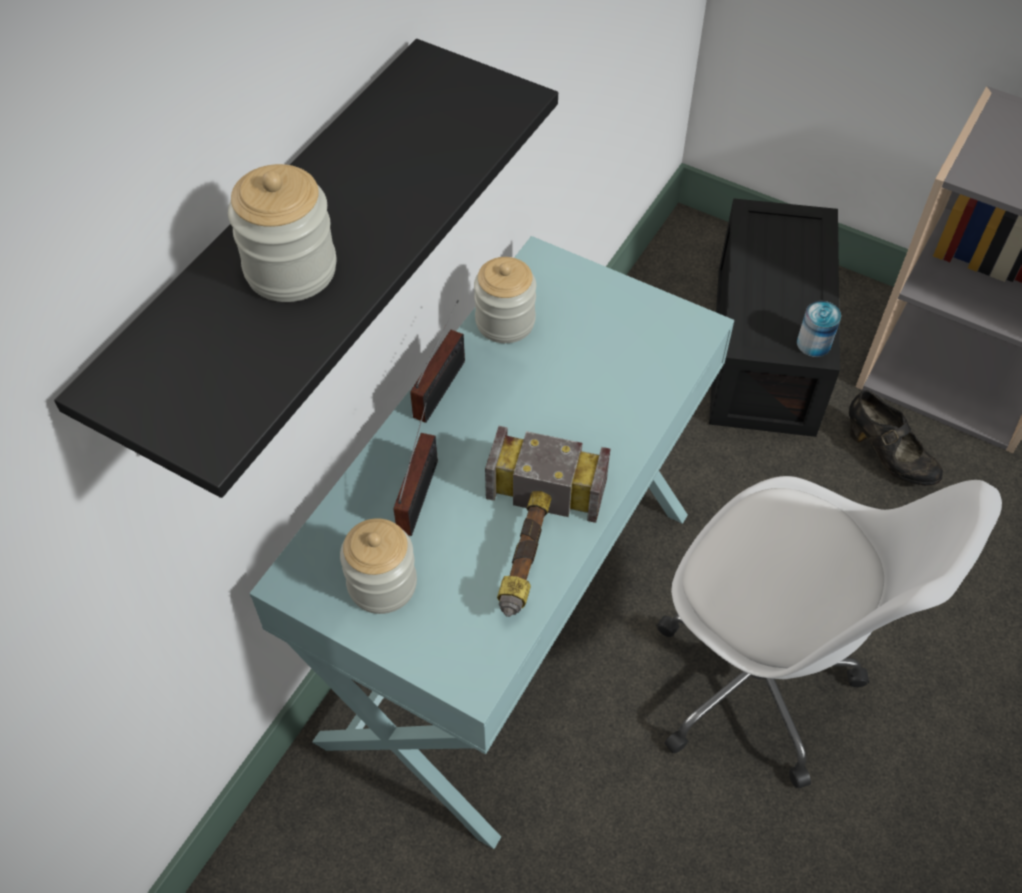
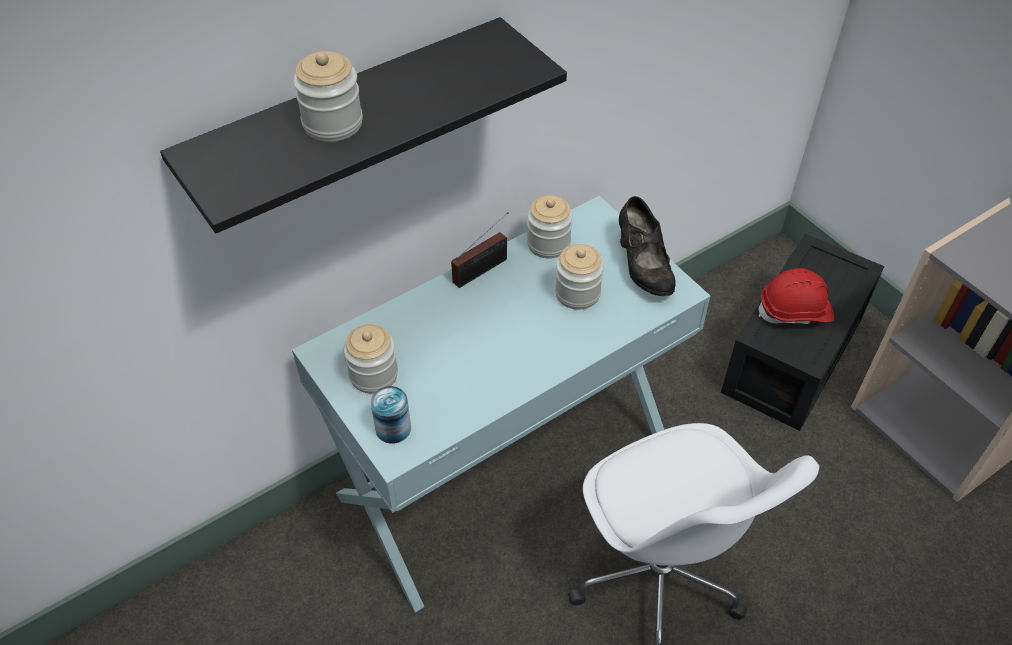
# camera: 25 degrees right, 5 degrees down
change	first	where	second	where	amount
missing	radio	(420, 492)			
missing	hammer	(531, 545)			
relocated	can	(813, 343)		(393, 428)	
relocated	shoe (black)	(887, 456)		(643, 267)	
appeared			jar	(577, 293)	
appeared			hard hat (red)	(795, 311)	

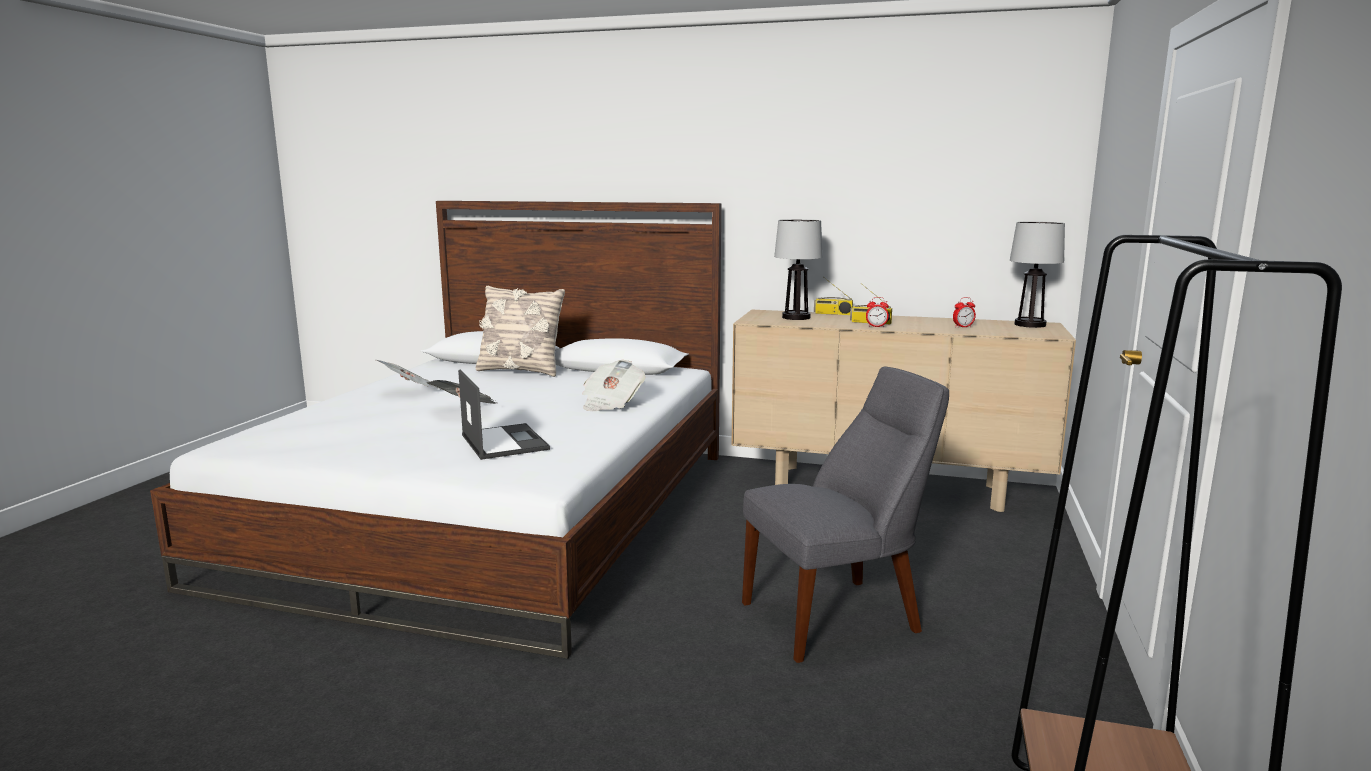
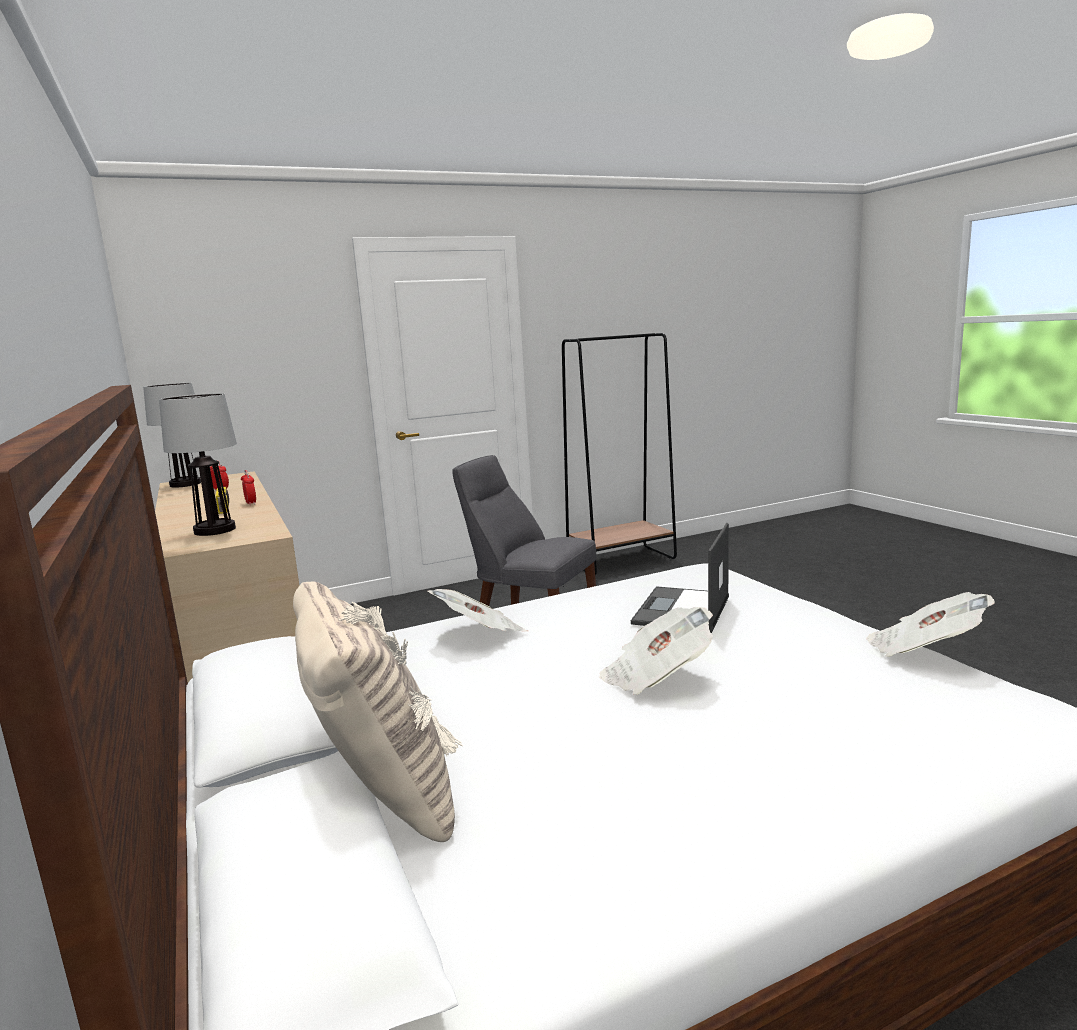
# camera: 130 degrees left, 0 degrees up
change	first	where	second	where	amount
relocated	newspaper	(412, 391)		(923, 650)	
missing	radio	(832, 313)			

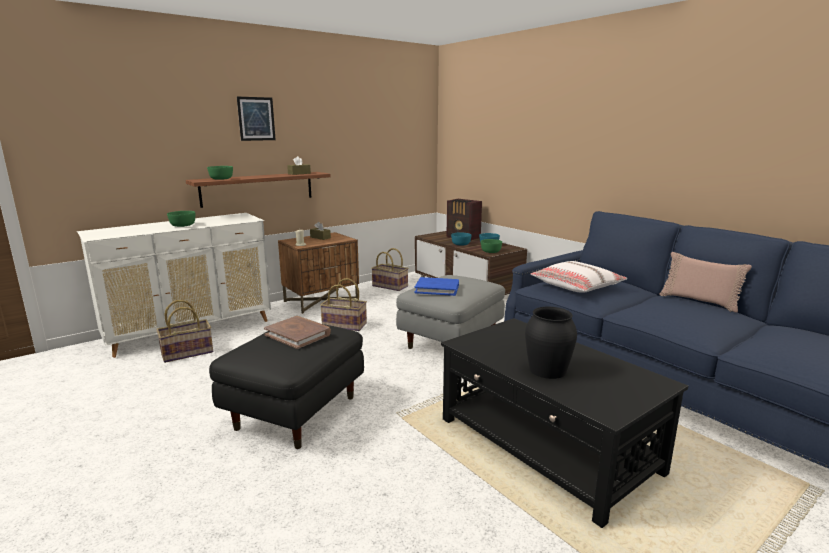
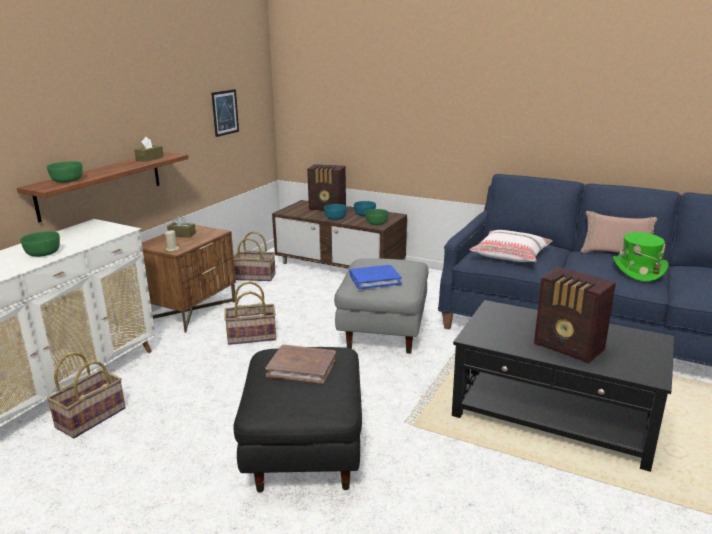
# camera: 25 degrees left, 5 degrees up
change	first	where	second	where	amount
relocated	picture	(256, 119)		(225, 112)	
exchanged	vase (black)	(548, 370)	radio	(569, 348)	
appeared			hat (green)	(638, 270)	

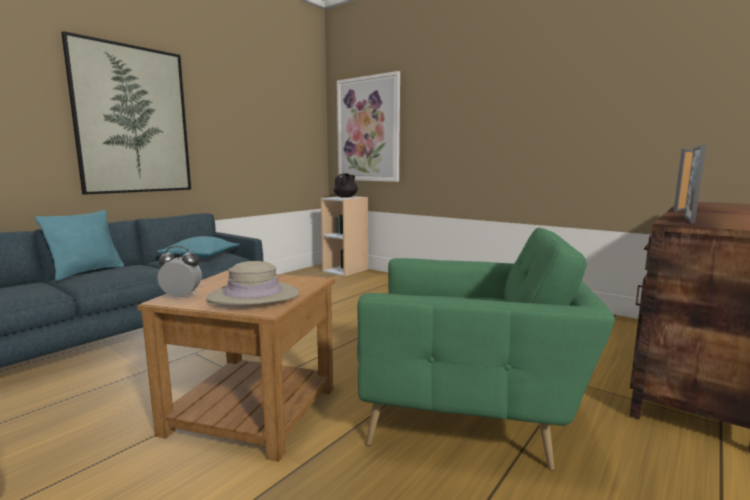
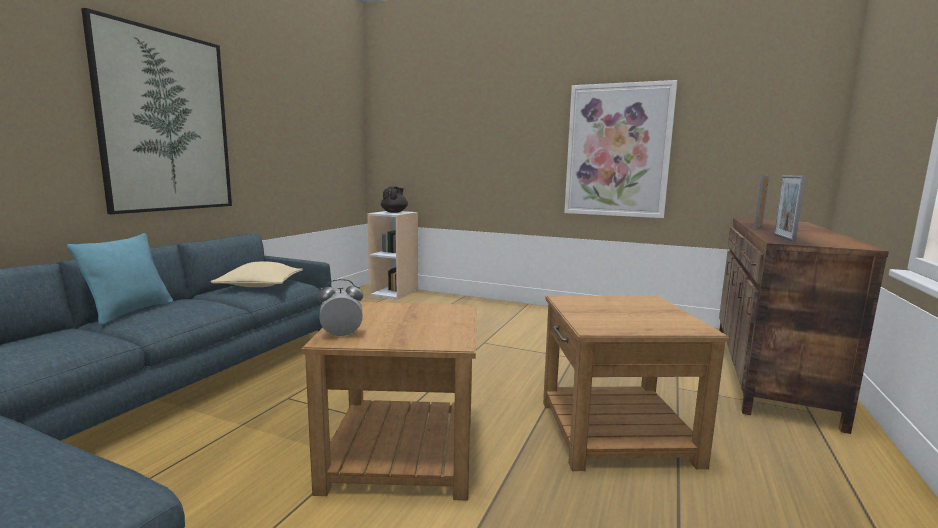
# camera: 15 degrees left, 0 degrees up
change	first	where	second	where	amount
colour	pillow (turquoise)	(200, 256)	pillow (beige)	(260, 285)	
missing	hat (beige)	(253, 296)			
relocated	picture	(368, 129)		(617, 151)	
exchanged	armchair (green)	(468, 417)	side table (brown)	(615, 432)	

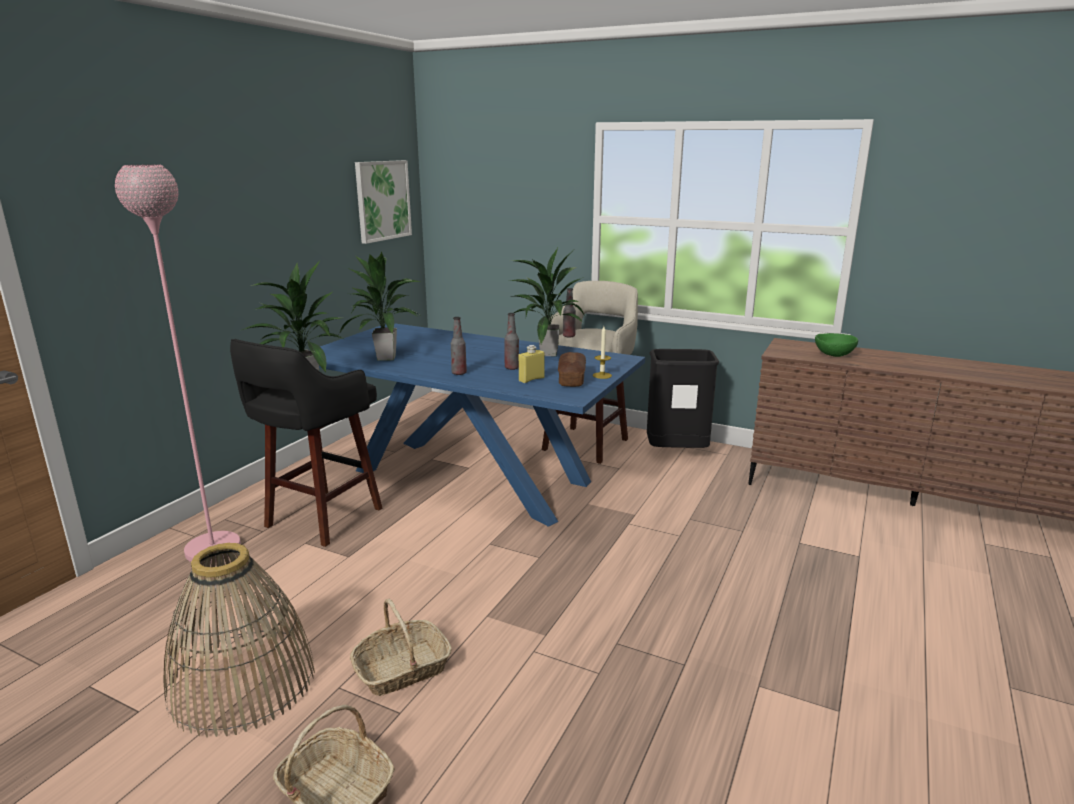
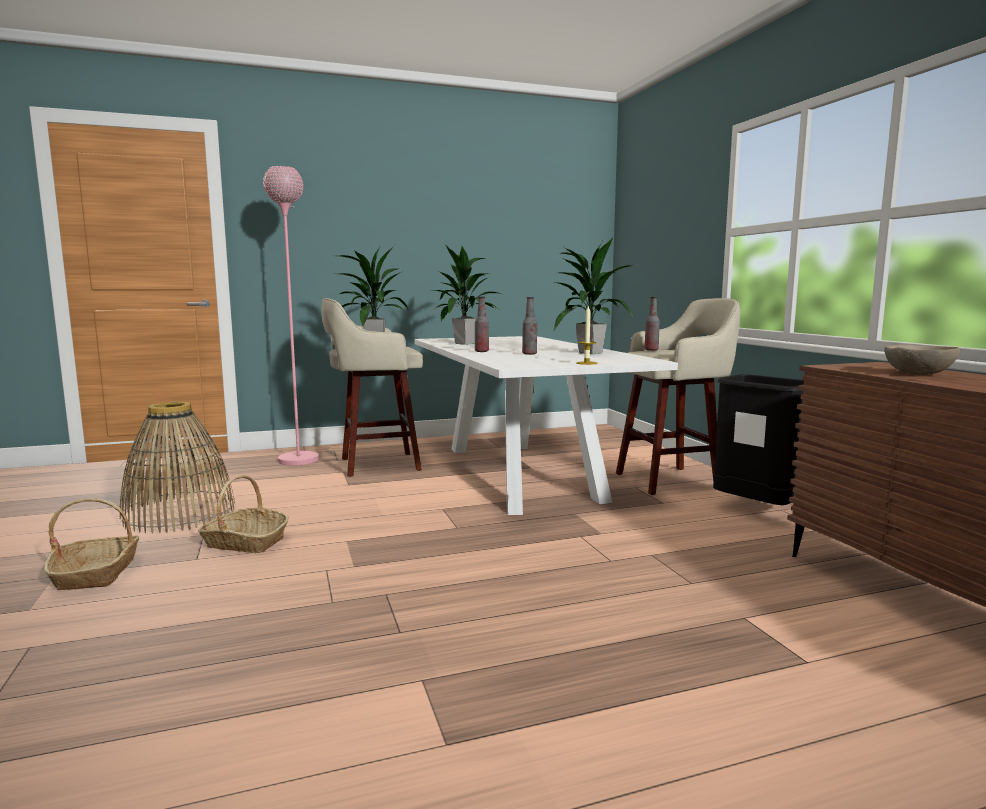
# camera: 45 degrees right, 10 degrees down
change	first	where	second	where	amount
colour	stool (black)	(320, 520)	stool (beige)	(375, 465)	
colour	dining table (blue)	(470, 477)	dining table (white)	(519, 472)	
missing	picture	(382, 200)			
missing	bottle (yellow)	(531, 379)			
missing	bread	(571, 379)			
colour	bowl (green)	(833, 355)	bowl (beige)	(917, 374)	

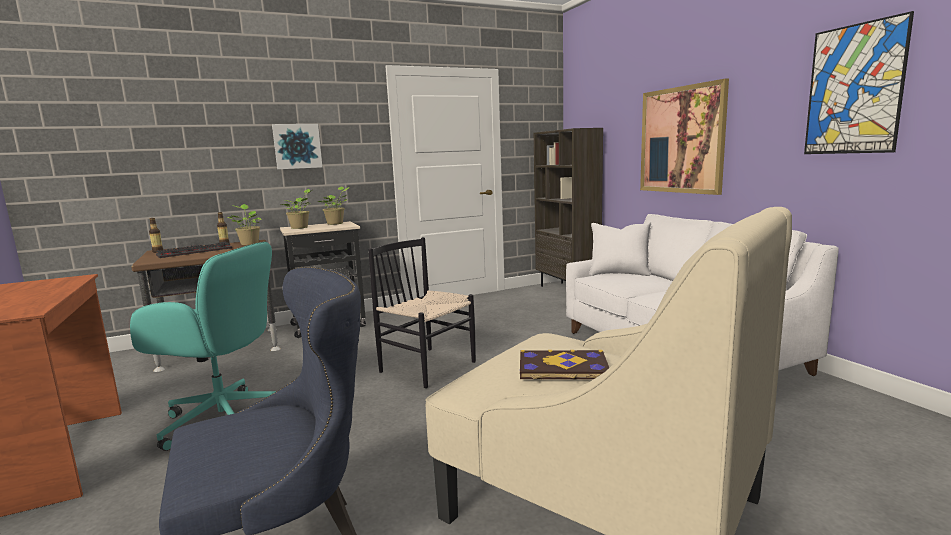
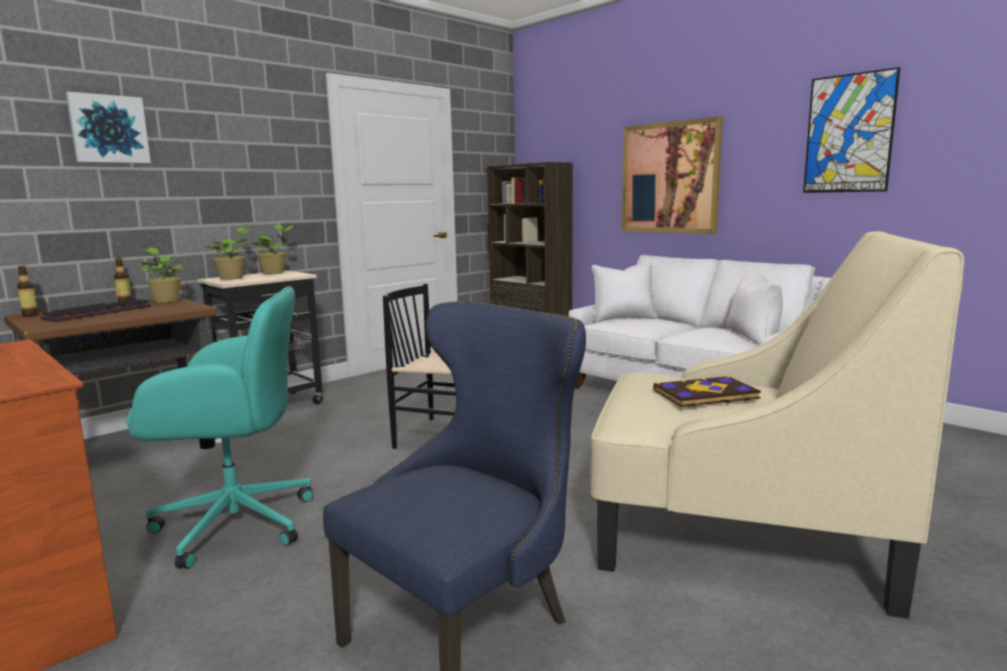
# camera: 20 degrees left, 0 degrees up
change	first	where	second	where	amount
relocated	picture	(297, 146)		(108, 129)	

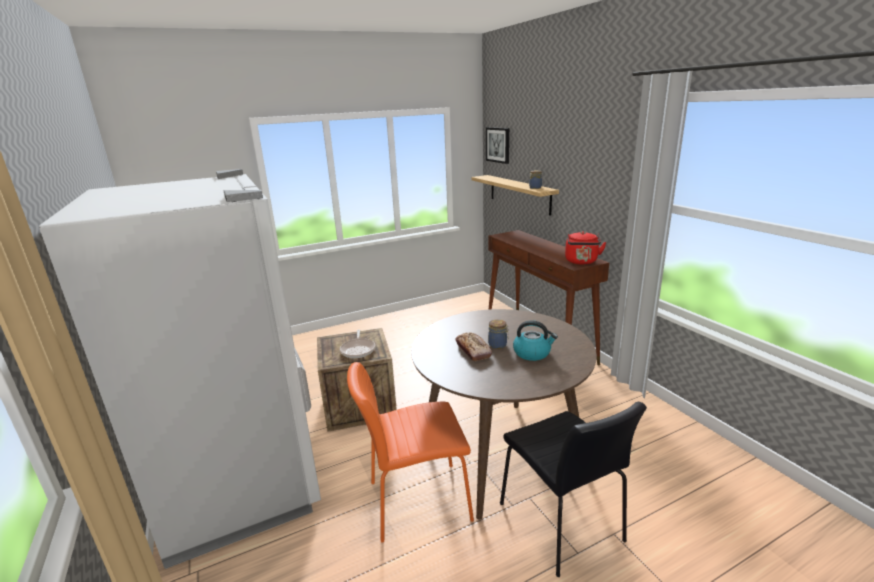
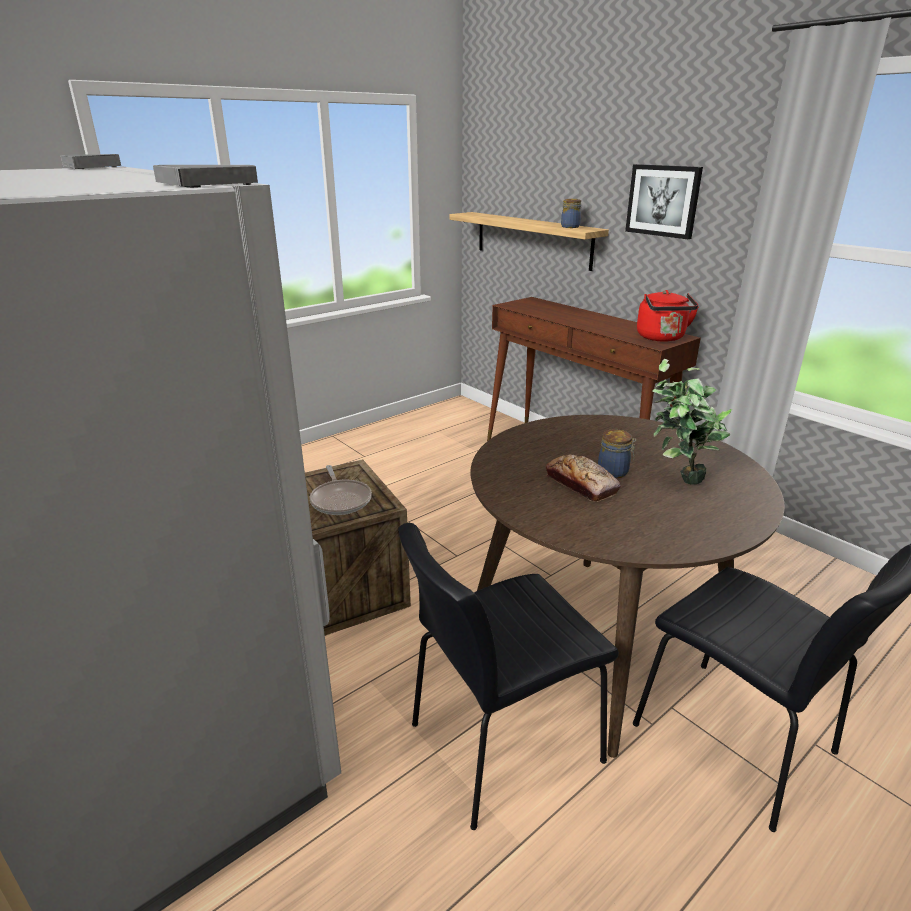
# camera: 15 degrees left, 5 degrees up
change	first	where	second	where	amount
colour	chair (orange)	(415, 501)	chair (black)	(499, 745)	
relocated	picture	(498, 145)		(663, 200)	
exchanged	kettle	(532, 353)	potted plant	(676, 480)	

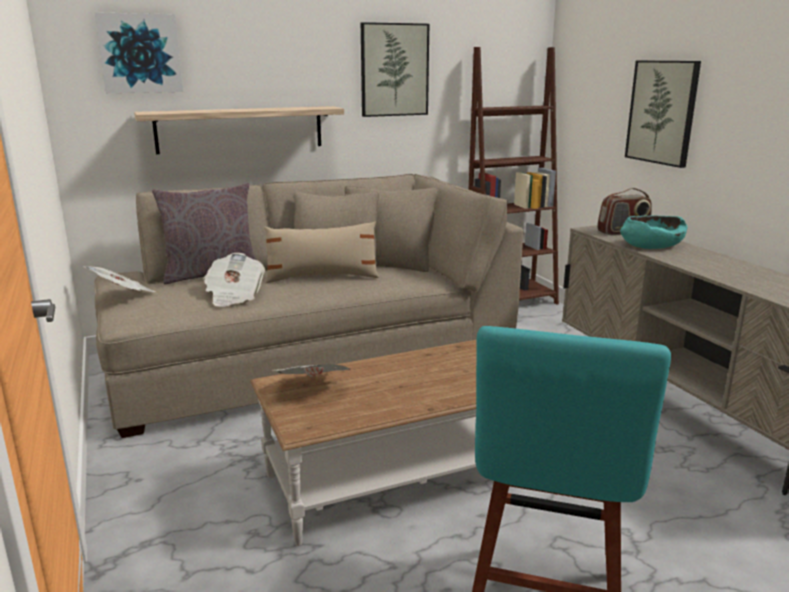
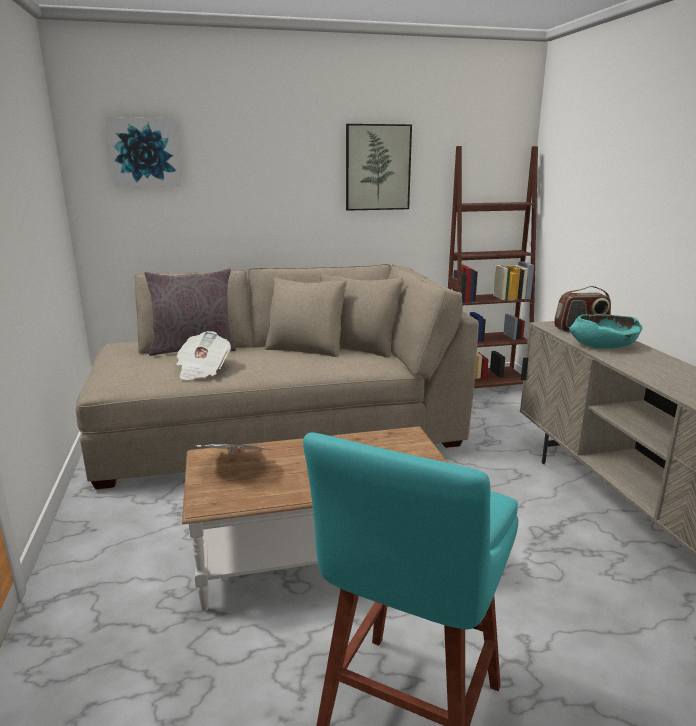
# camera: 10 degrees right, 0 degrees up
change	first	where	second	where	amount
missing	newspaper	(123, 295)			
missing	shelf	(240, 129)			
missing	pillow (beige)	(322, 277)			
missing	picture	(662, 112)			

